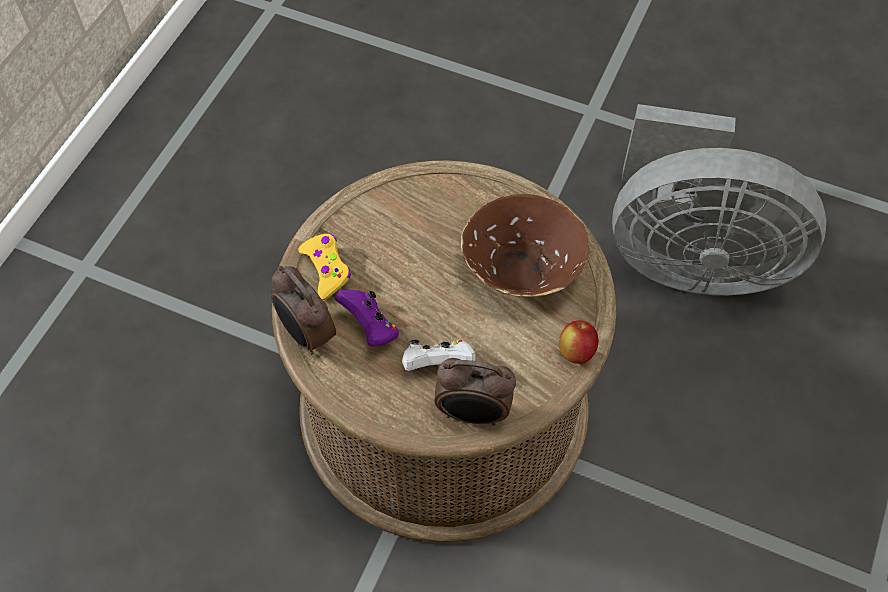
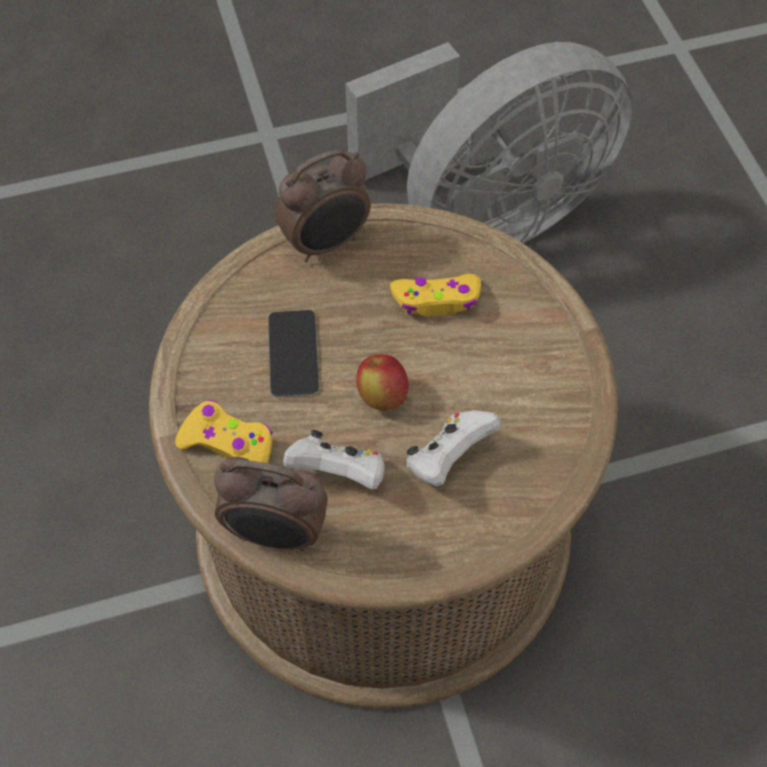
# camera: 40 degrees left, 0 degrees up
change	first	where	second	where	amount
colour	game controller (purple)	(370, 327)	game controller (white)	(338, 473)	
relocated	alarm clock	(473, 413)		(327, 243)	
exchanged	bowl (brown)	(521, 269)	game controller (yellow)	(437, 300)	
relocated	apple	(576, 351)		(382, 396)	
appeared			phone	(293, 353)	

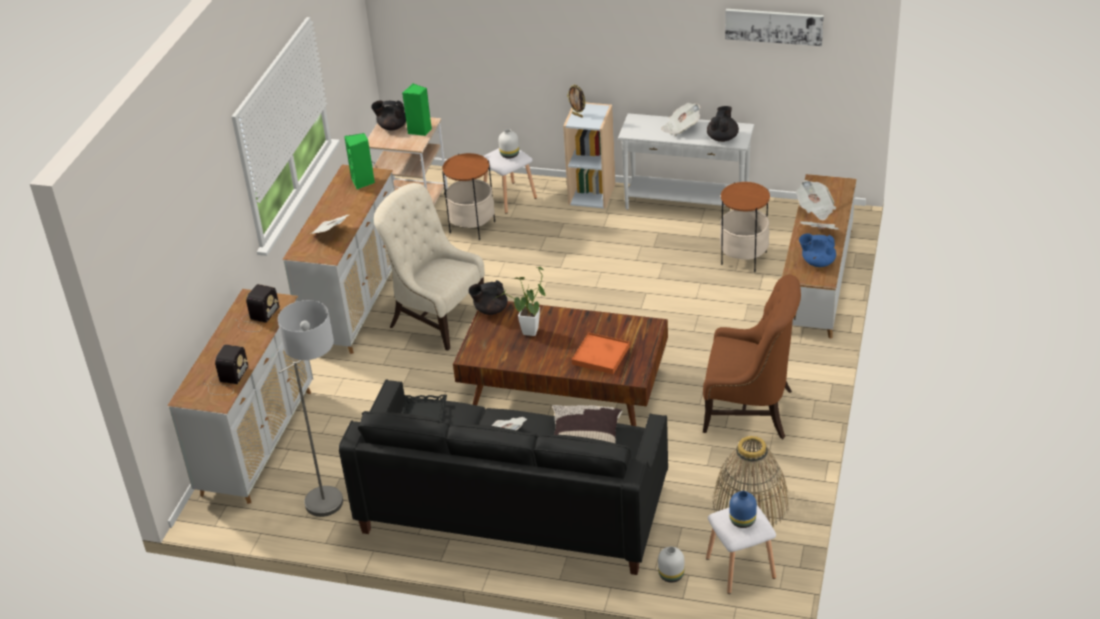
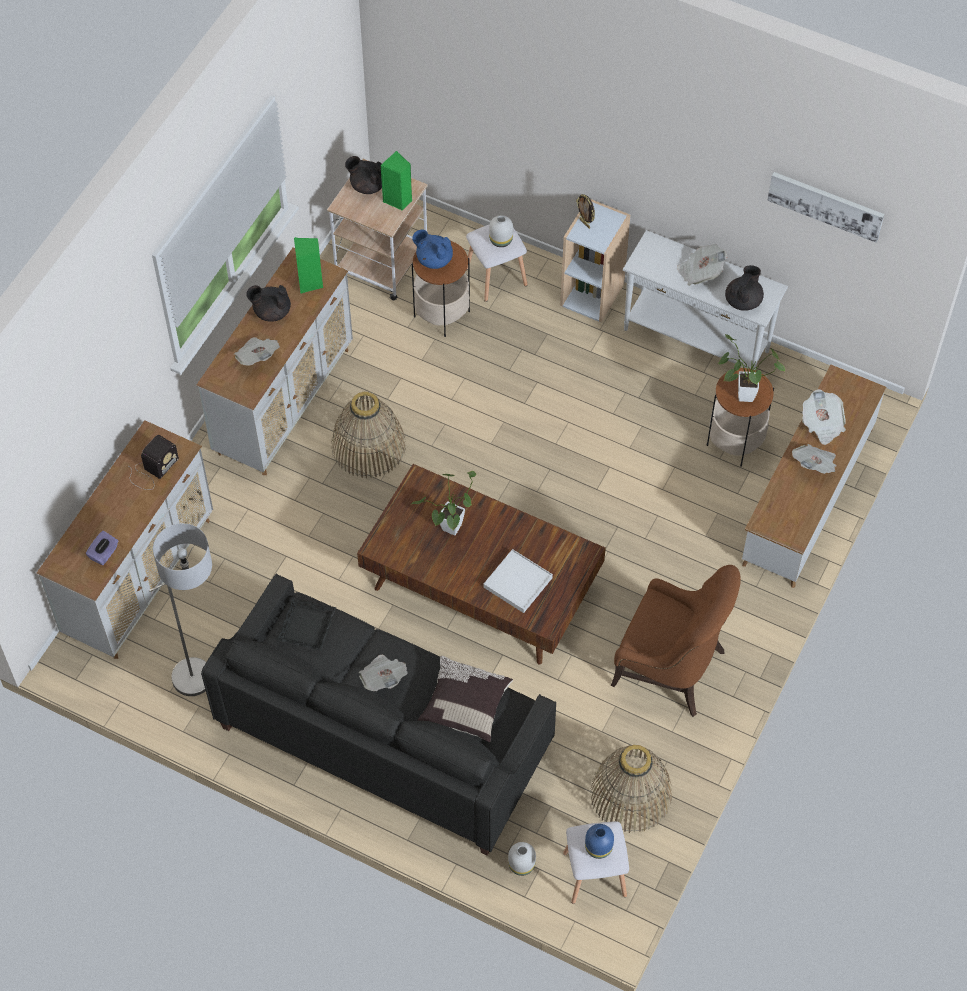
# camera: 10 degrees right, 20 degrees up
change	first	where	second	where	amount
exchanged	radio	(227, 380)	tissue box (purple)	(104, 553)	
exchanged	armchair (beige)	(436, 318)	basket	(368, 446)	
relocated	teapot (black)	(490, 310)		(271, 311)	
colour	tray (orange)	(601, 355)	tray (white)	(518, 582)	
relocated	teapot (blue)	(817, 262)		(433, 259)	
appeared			potted plant	(741, 395)	

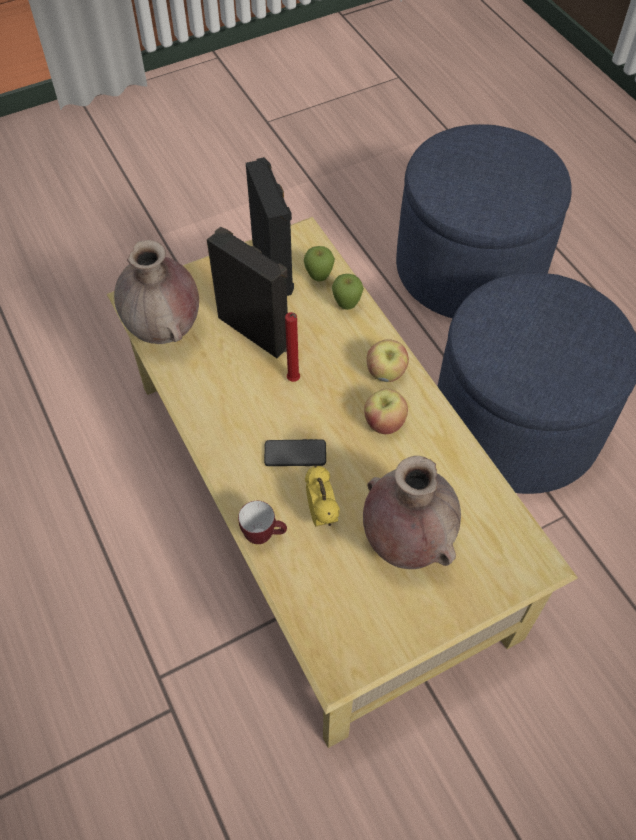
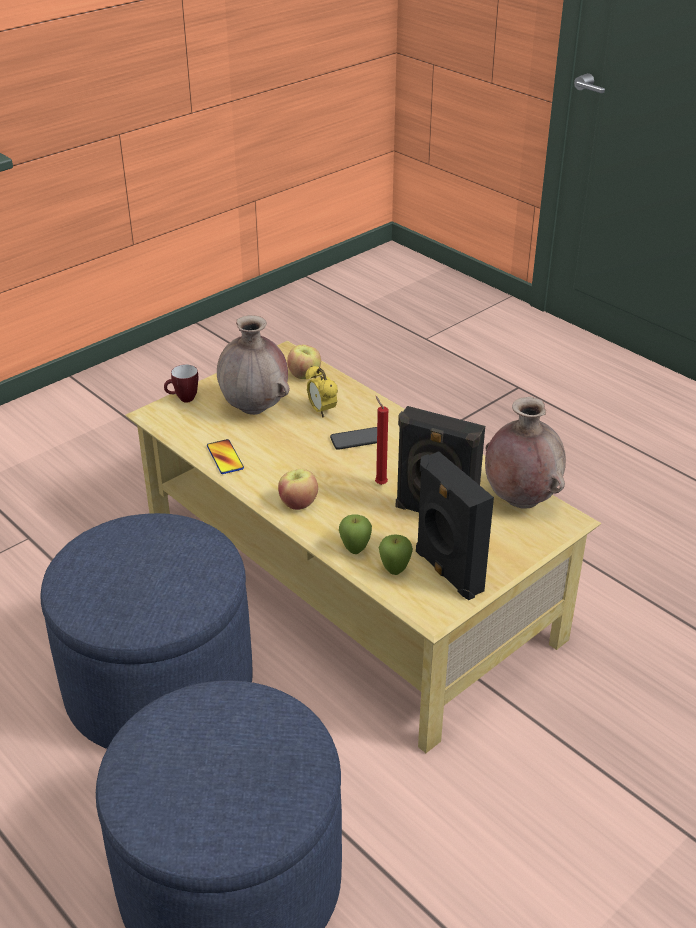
# camera: 165 degrees right, 20 degrees down
change	first	where	second	where	amount
relocated	mug	(264, 535)		(183, 399)	
relocated	apple	(384, 422)		(304, 375)	
appeared			phone	(225, 457)	

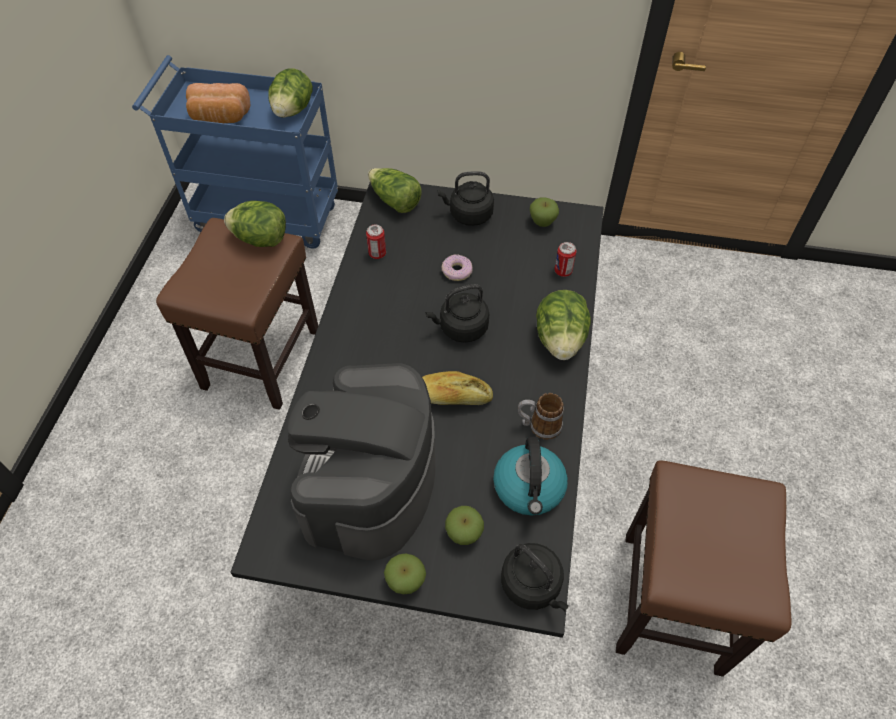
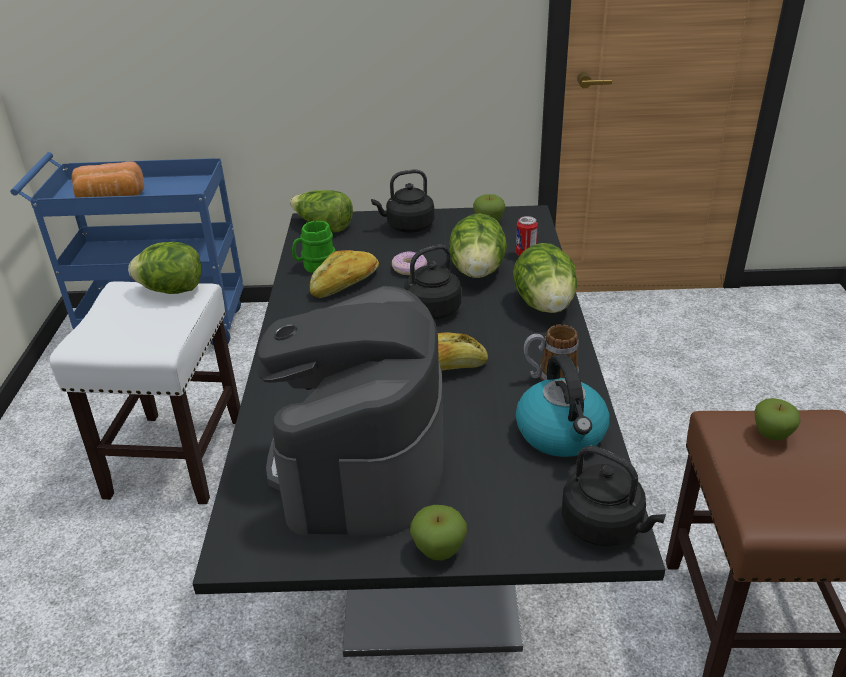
# camera: 10 degrees left, 20 degrees down
change	first	where	second	where	amount
colour	stool (brown)	(262, 357)	stool (white)	(176, 455)	
relocated	lettuce	(292, 110)		(477, 272)	
exchanged	can	(377, 254)	mug (green)	(315, 266)	
relocated	apple	(464, 534)		(771, 435)	
appeared			bread	(346, 284)	

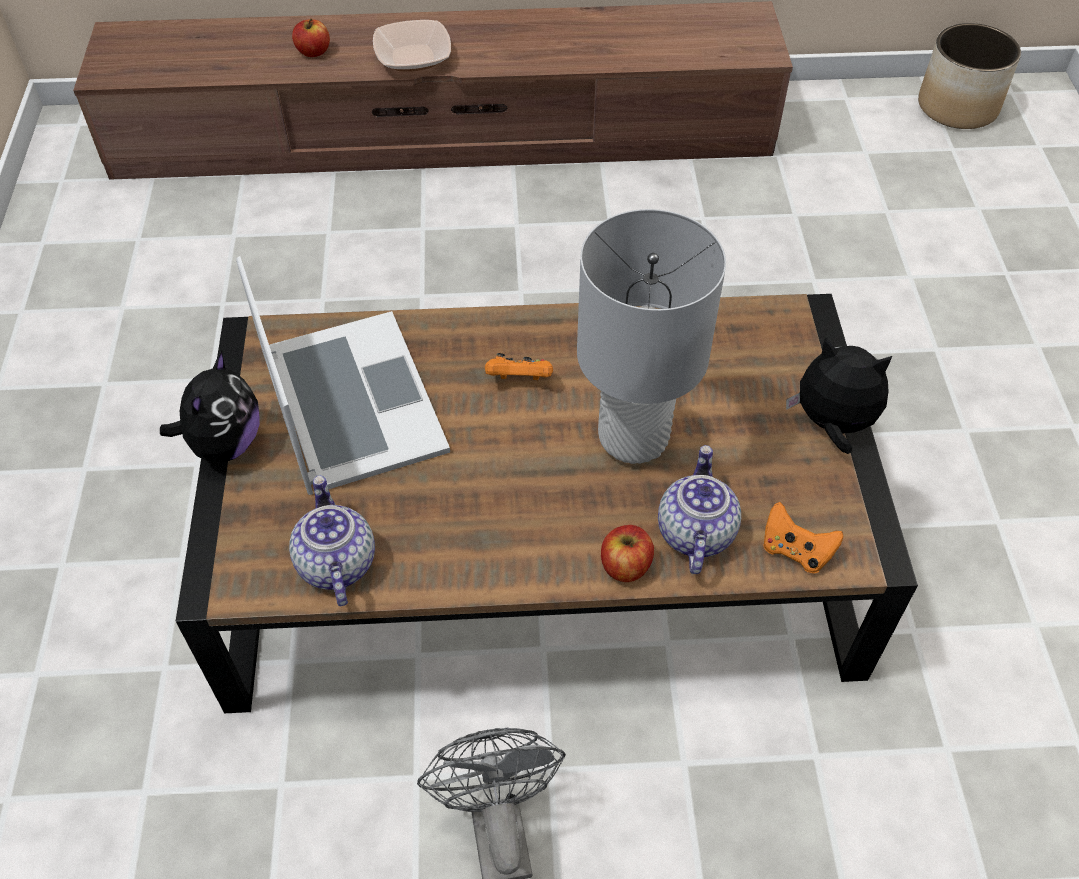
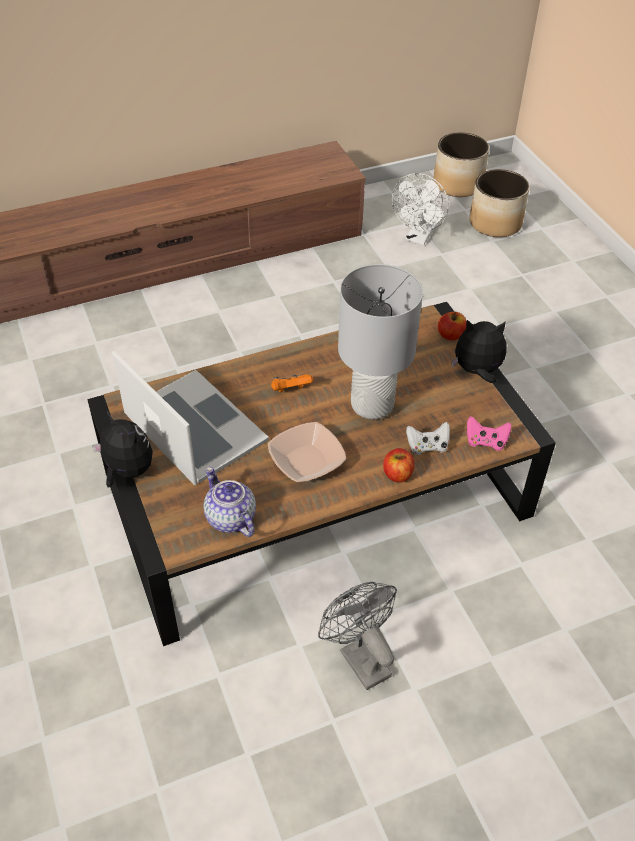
# camera: 20 degrees left, 5 degrees down
change	first	where	second	where	amount
spun	plush toy	(224, 444)		(127, 471)	45 degrees counterclockwise
relocated	apple	(313, 52)		(450, 335)	
relocated	bowl	(413, 58)		(306, 461)	
exchanged	teapot	(694, 532)	game controller (white)	(427, 446)	
colour	game controller (orange)	(795, 551)	game controller (pink)	(485, 442)	
appeared			fan (white)	(418, 238)	
appeared			planter	(496, 223)	

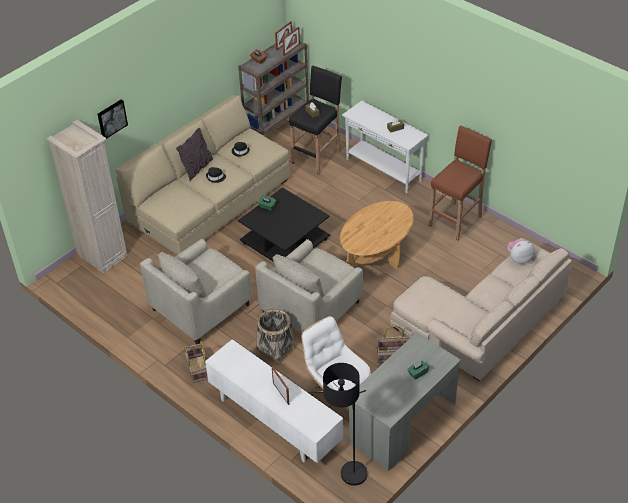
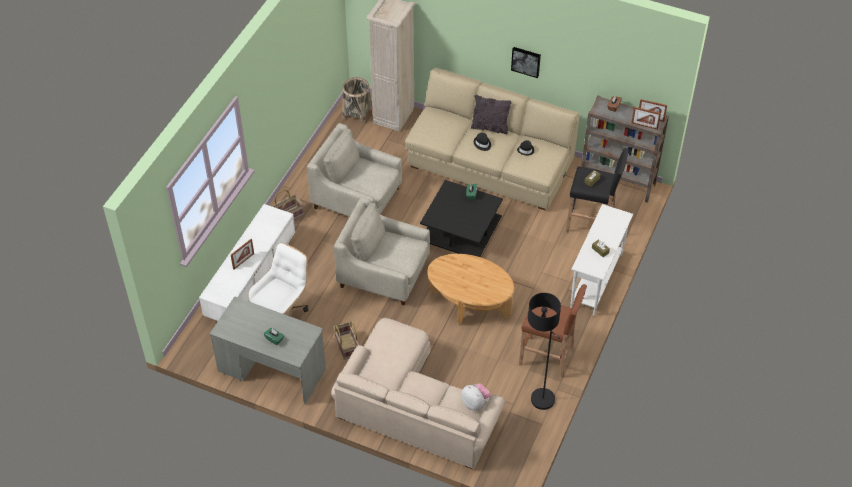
# camera: 70 degrees right, 5 degrees up
change	first	where	second	where	amount
relocated	picture	(111, 118)		(526, 61)	
relocated	basket	(276, 350)		(357, 113)	
relocated	floor lamp (black)	(346, 477)		(537, 395)	

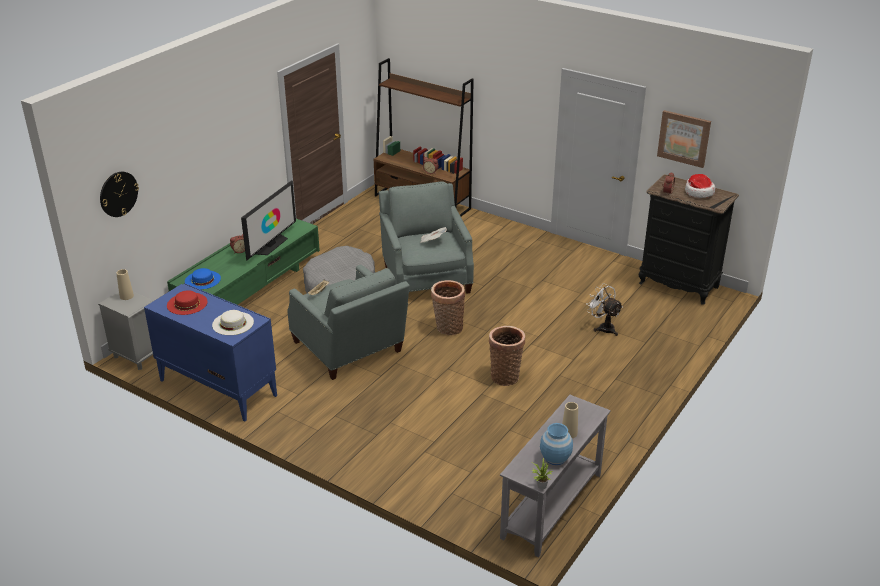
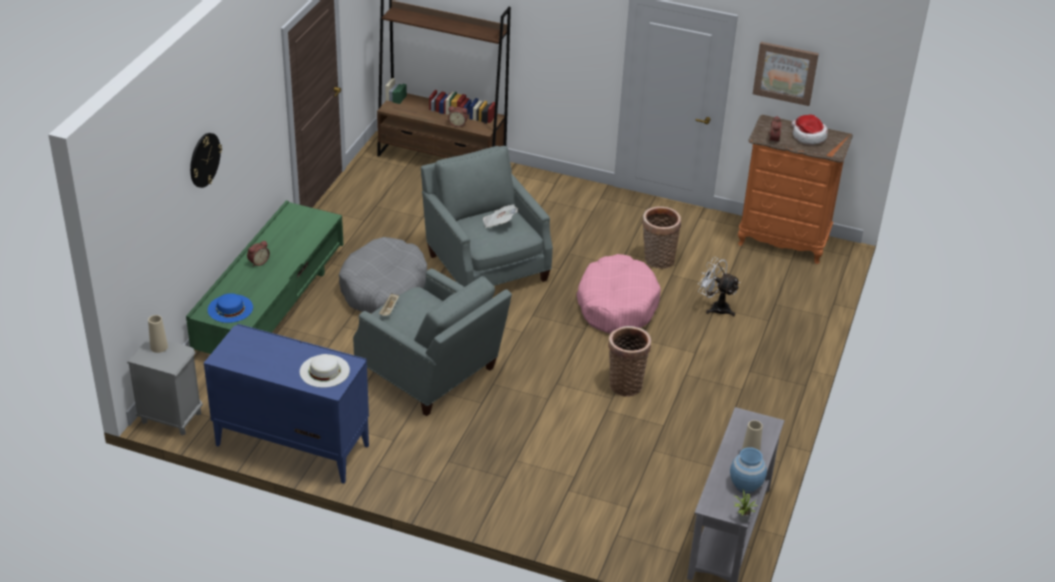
# camera: 15 degrees left, 5 degrees up
change	first	where	second	where	amount
relocated	wall clock	(118, 194)		(204, 160)	
missing	hat (red)	(187, 303)			
missing	television	(271, 245)			
relocated	basket	(447, 328)		(657, 260)	
colour	dresser (black)	(678, 286)	dresser (orange)	(783, 242)	
appeared			dog bed (pink)	(616, 305)	

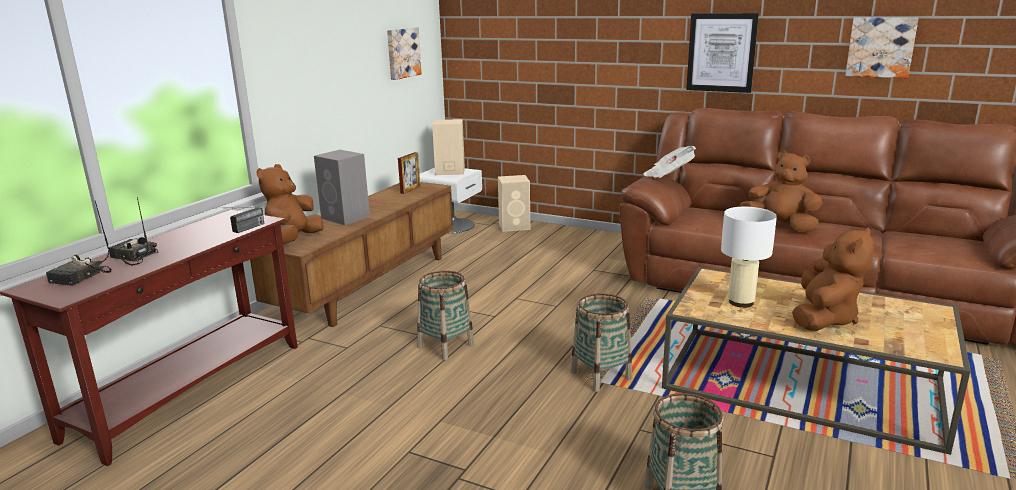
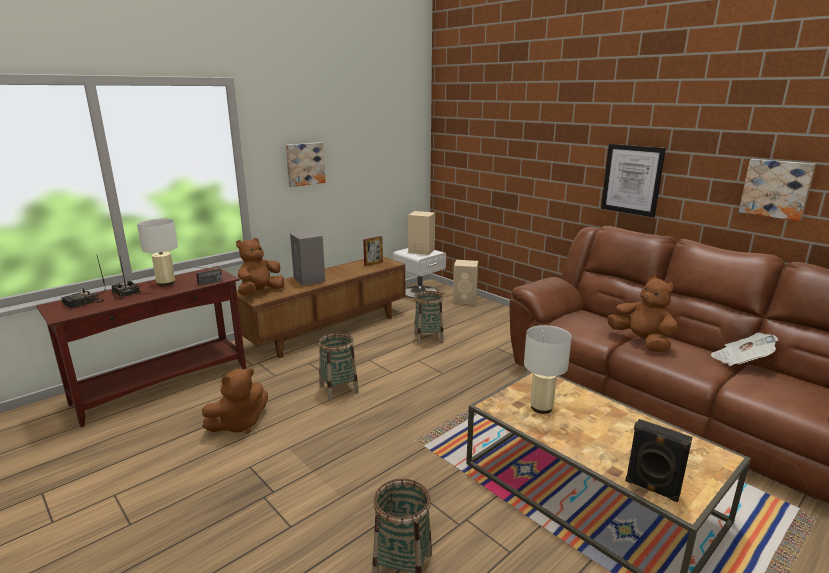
# camera: 20 degrees right, 0 degrees up
change	first	where	second	where	amount
relocated	picture	(402, 53)		(304, 164)	
relocated	basket	(600, 376)		(428, 338)	
relocated	newspaper	(668, 175)		(740, 361)	
relocated	plush toy (brown)	(824, 318)		(239, 424)	
appeared			table lamp (white)	(166, 283)	
appeared			speaker (black)	(651, 489)	

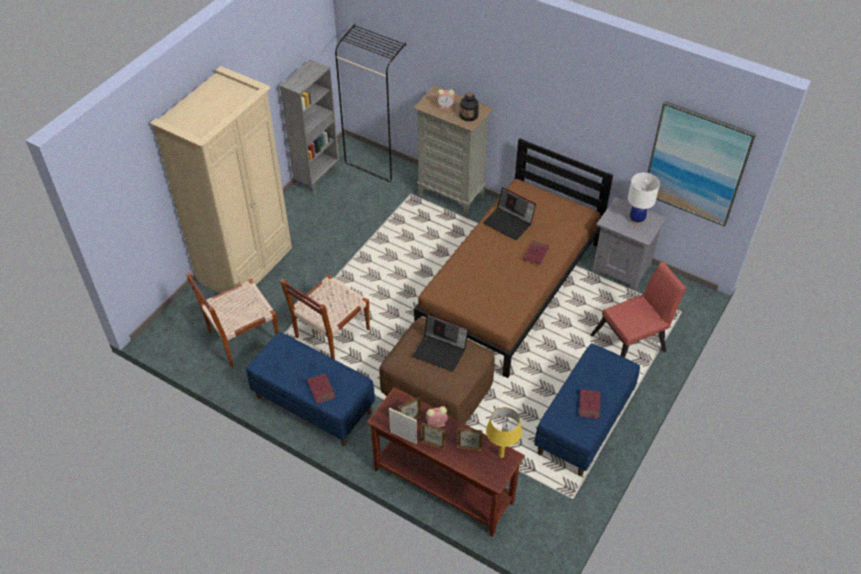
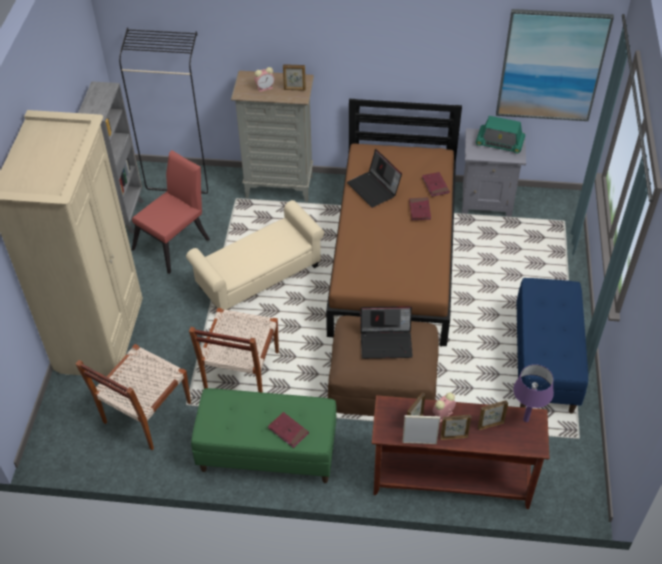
# camera: 25 degrees left, 0 degrees up
change	first	where	second	where	amount
colour	bench (blue)	(313, 404)	bench (green)	(267, 453)	
exchanged	bottle	(469, 115)	picture frame	(294, 89)	
spun	laptop	(509, 223)		(374, 189)	45 degrees clockwise
colour	table lamp (yellow)	(501, 455)	table lamp (purple)	(526, 419)	
relocated	book (red)	(589, 405)		(435, 185)	
relocated	chair (red)	(632, 342)		(175, 242)	
exchanged	table lamp (white)	(637, 219)	radio	(499, 143)	
appeared			ottoman (beige)	(259, 276)	

